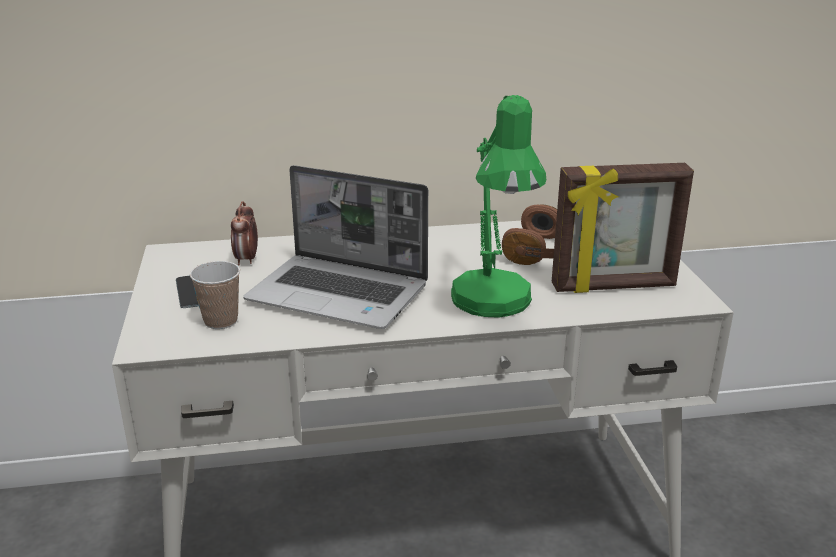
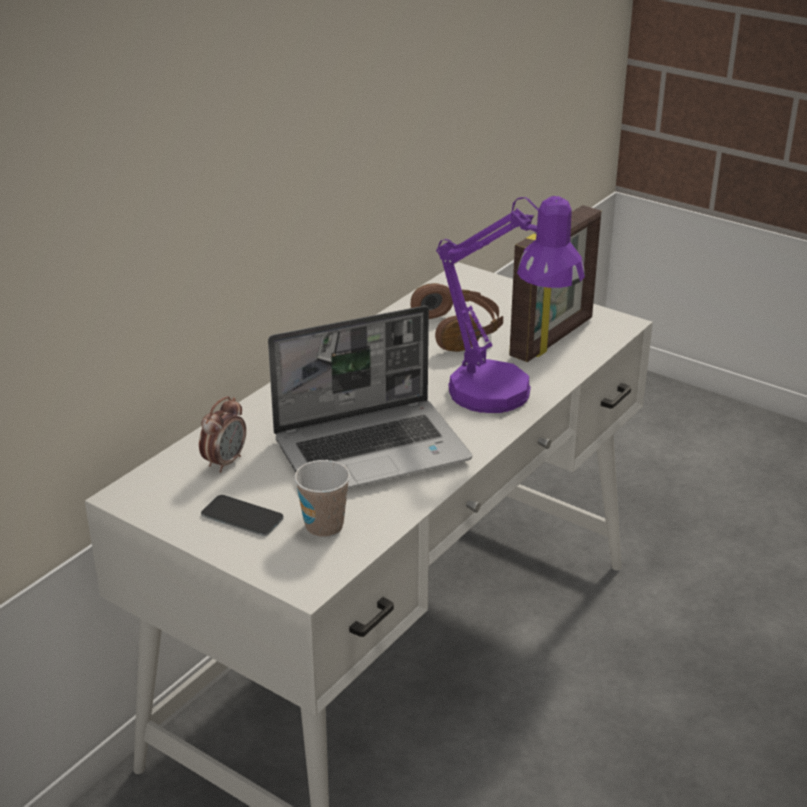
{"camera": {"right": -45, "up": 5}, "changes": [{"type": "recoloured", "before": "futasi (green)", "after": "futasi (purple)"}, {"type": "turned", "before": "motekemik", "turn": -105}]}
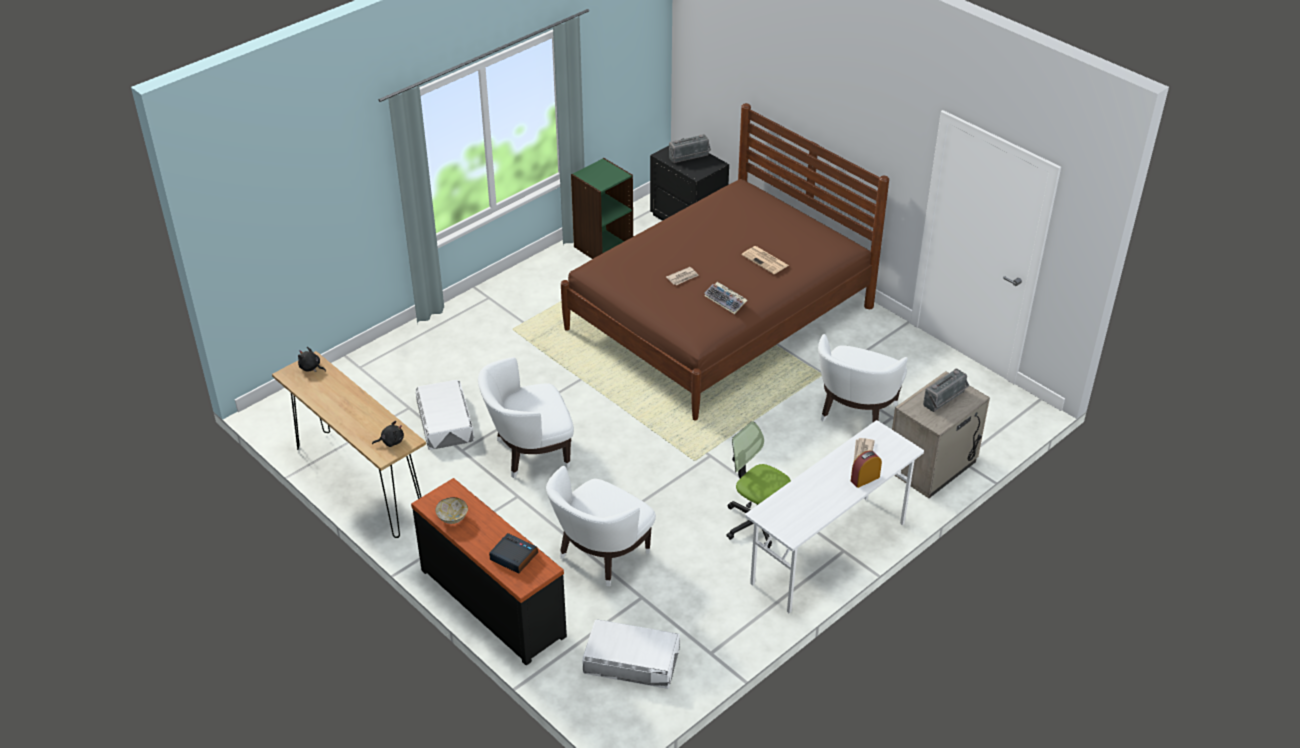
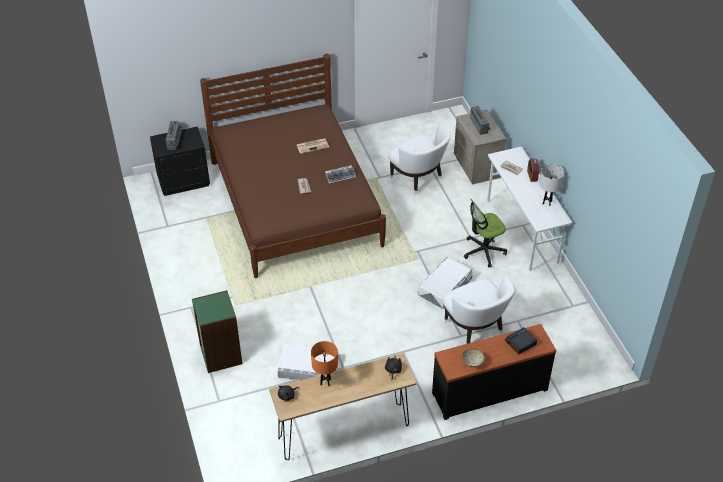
{"camera": {"right": -65, "up": 5}, "changes": [{"type": "moved", "before": "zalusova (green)"}, {"type": "removed", "before": "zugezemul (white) (1st from left)"}, {"type": "moved", "before": "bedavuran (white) (2nd from left)"}, {"type": "added", "after": "futasi (white)"}, {"type": "added", "after": "futasi (orange)"}]}
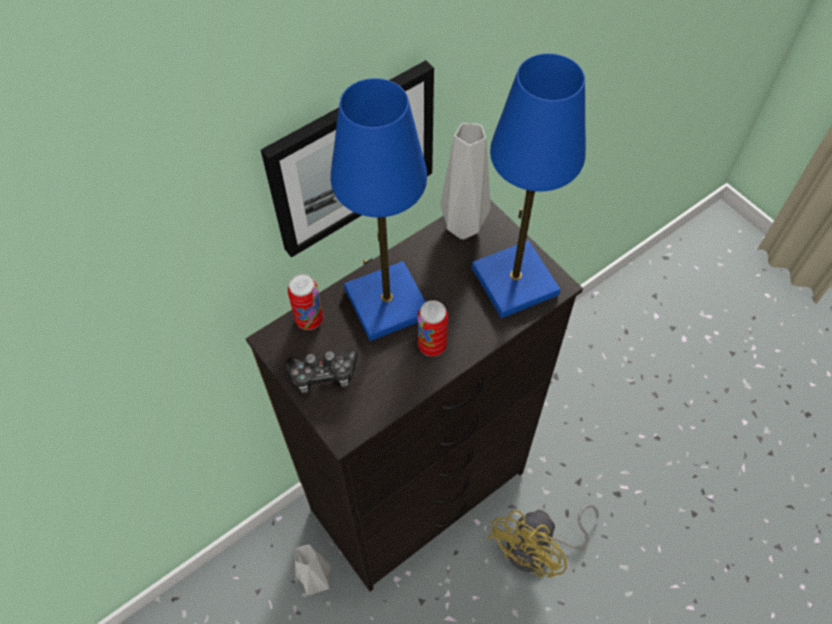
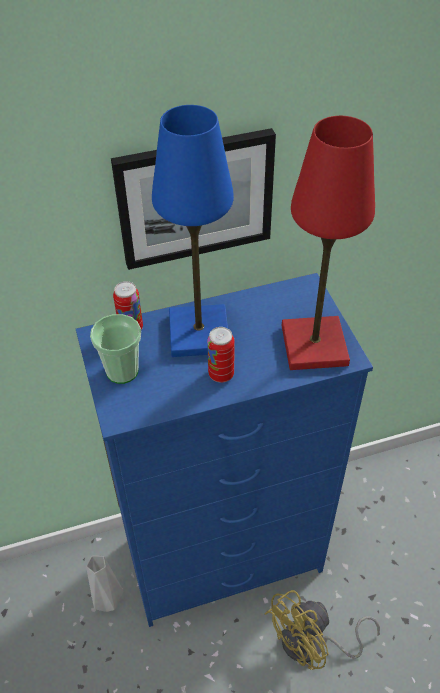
{"camera": {"right": 20, "up": -10}, "changes": [{"type": "recoloured", "before": "futasi (blue) (2nd from left)", "after": "futasi (red)"}, {"type": "removed", "before": "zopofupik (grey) (2nd from left)"}, {"type": "recoloured", "before": "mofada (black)", "after": "mofada (blue)"}, {"type": "replaced", "before": "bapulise", "after": "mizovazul"}]}
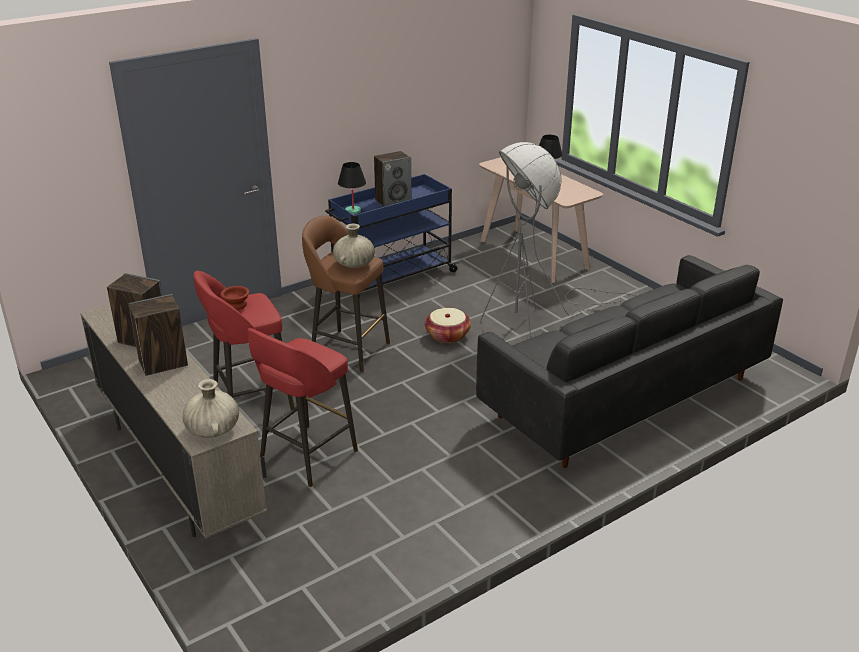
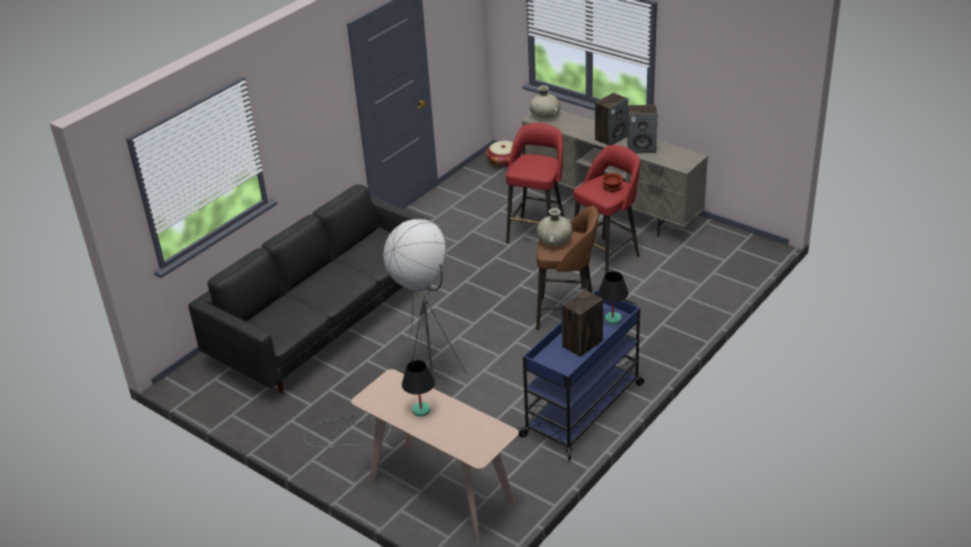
{"camera": {"right": 165, "up": 5}, "changes": [{"type": "moved", "before": "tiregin"}]}
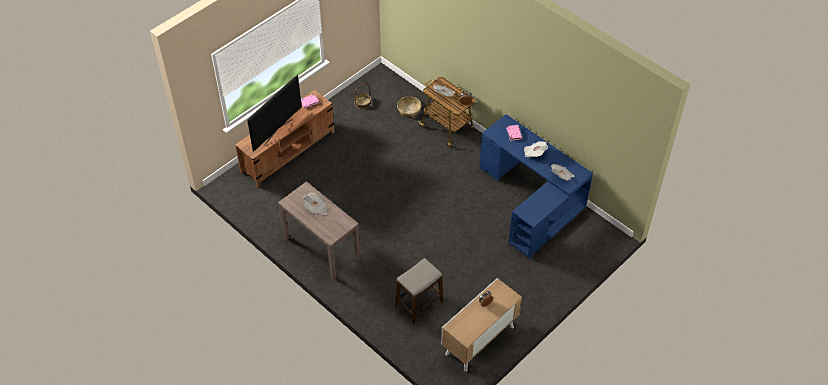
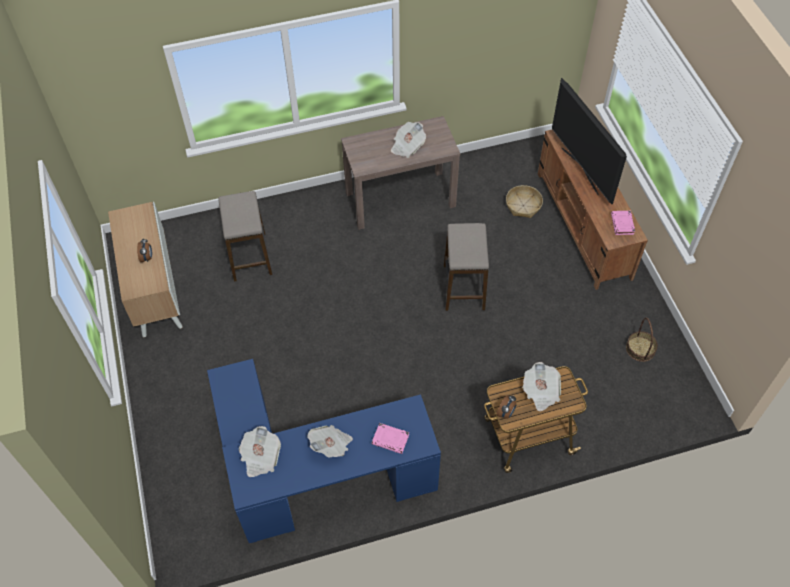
{"camera": {"right": 120, "up": 5}, "changes": [{"type": "moved", "before": "tiregin (2nd from left in the first image)", "after": "tiregin (1st from left)"}, {"type": "added", "after": "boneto (2nd from left)"}]}
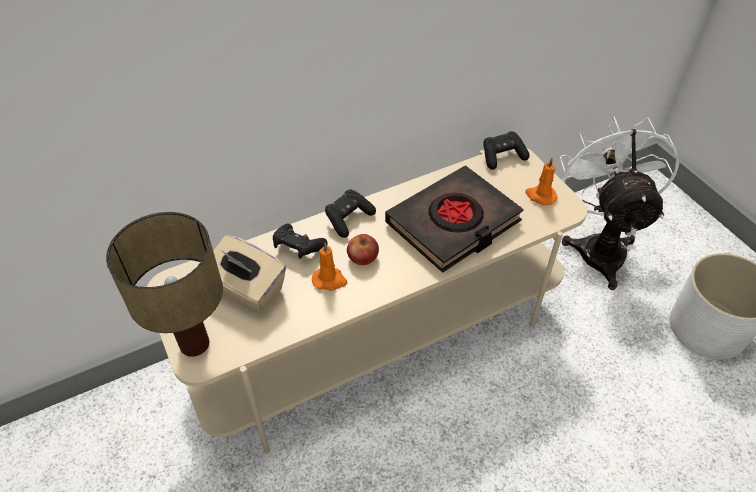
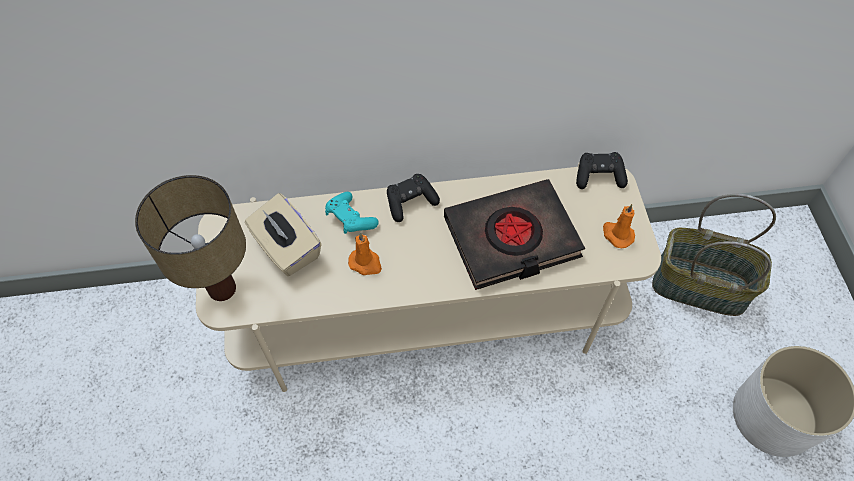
{"camera": {"right": 20, "up": 10}, "changes": [{"type": "replaced", "before": "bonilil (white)", "after": "tiregin"}, {"type": "recoloured", "before": "bapulise (black) (1st from left)", "after": "bapulise (turquoise)"}, {"type": "removed", "before": "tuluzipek"}]}
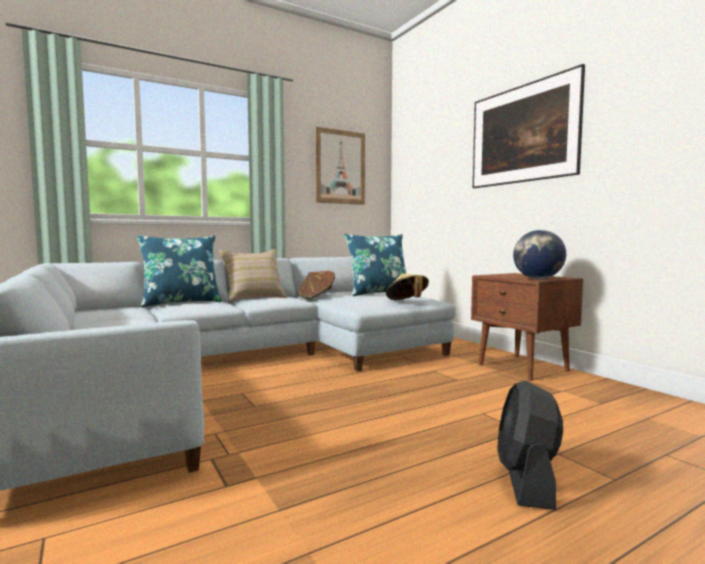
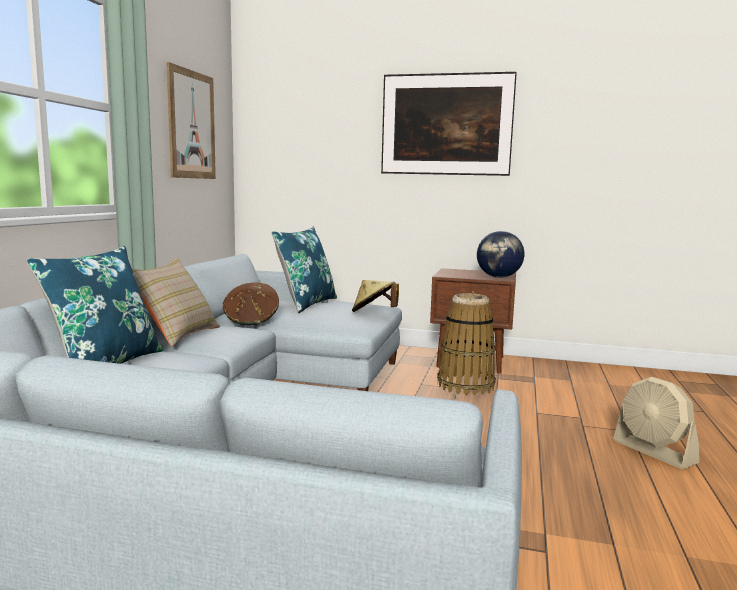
{"camera": {"right": -45, "up": 5}, "changes": [{"type": "recoloured", "before": "bonilil (black)", "after": "bonilil (beige)"}, {"type": "added", "after": "tiregin"}]}
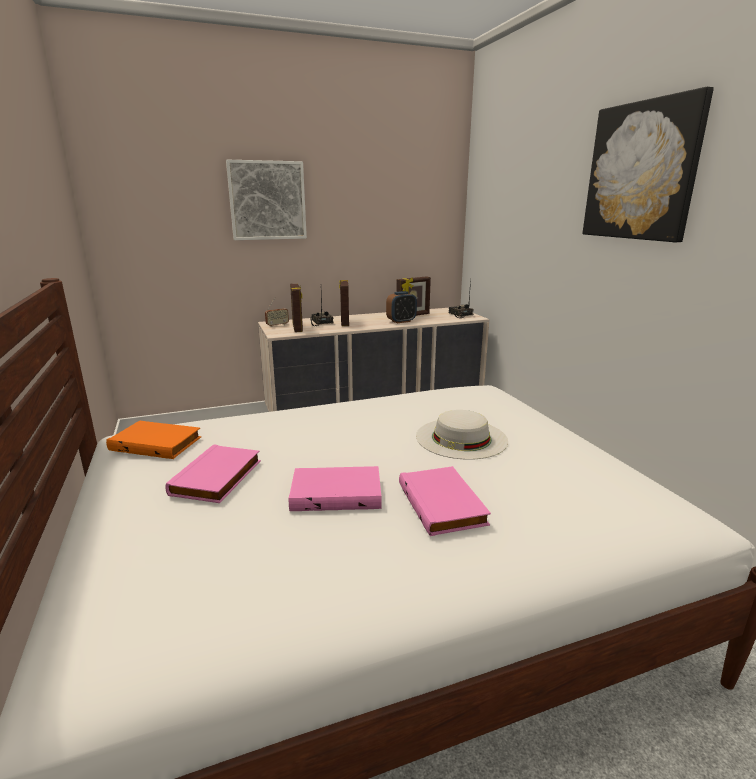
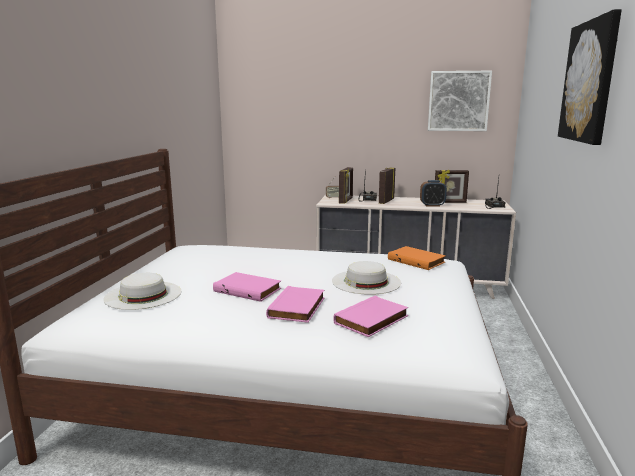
{"camera": {"right": 30, "up": -5}, "changes": [{"type": "moved", "before": "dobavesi (1st from left)"}, {"type": "moved", "before": "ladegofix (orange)"}, {"type": "moved", "before": "ladegofix (pink) (1st from left in the first image)", "after": "ladegofix (pink) (3rd from left)"}, {"type": "added", "after": "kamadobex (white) (1st from left)"}]}
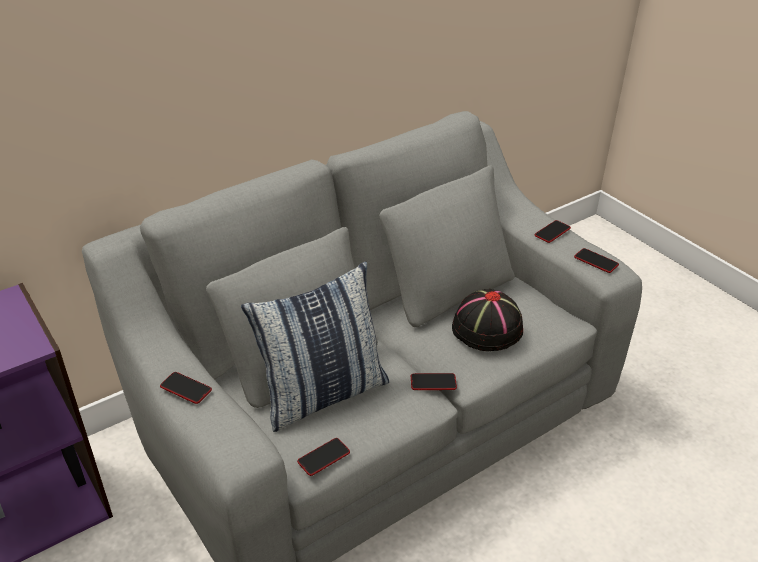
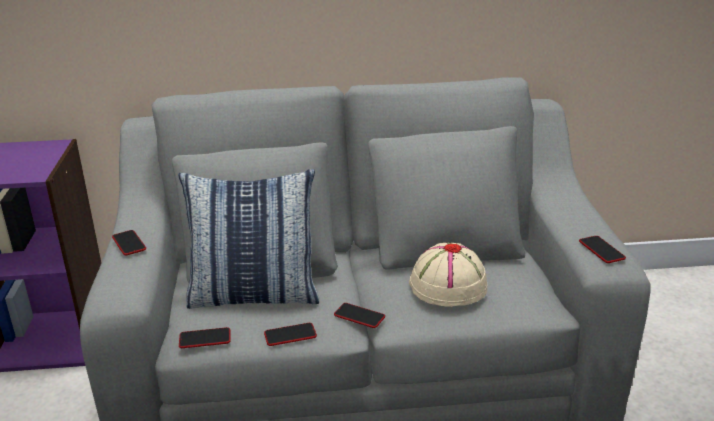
{"camera": {"right": 30, "up": -10}, "changes": [{"type": "moved", "before": "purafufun (4th from left in the first image)", "after": "purafufun (3rd from left)"}, {"type": "recoloured", "before": "kamadobex (black)", "after": "kamadobex (beige)"}]}
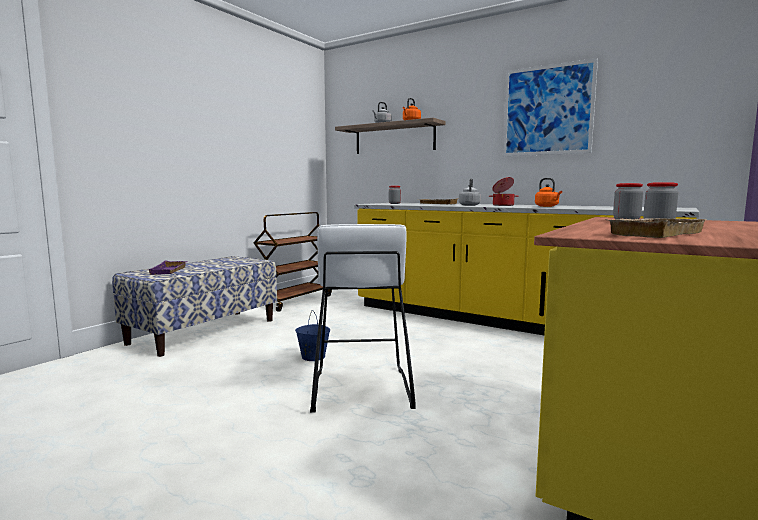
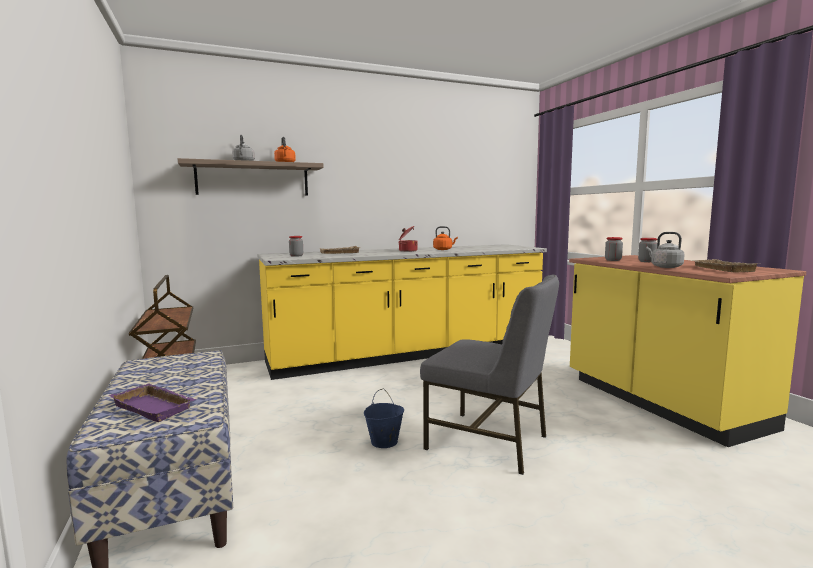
{"camera": {"right": -55, "up": 0}, "changes": [{"type": "removed", "before": "dobavesi"}, {"type": "moved", "before": "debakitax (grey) (2nd from left)"}, {"type": "replaced", "before": "boneto (white)", "after": "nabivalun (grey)"}]}
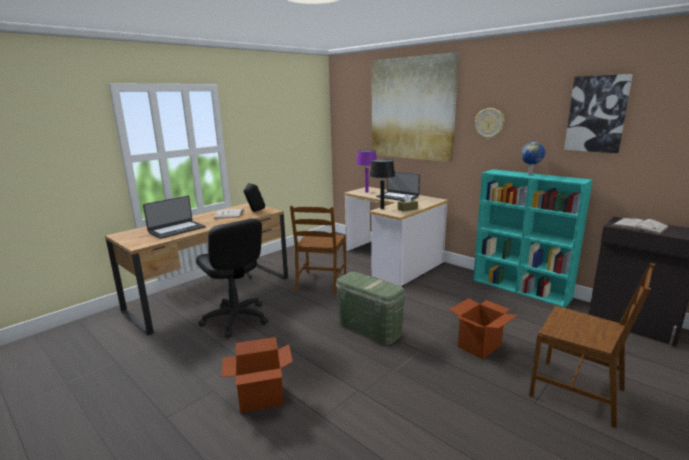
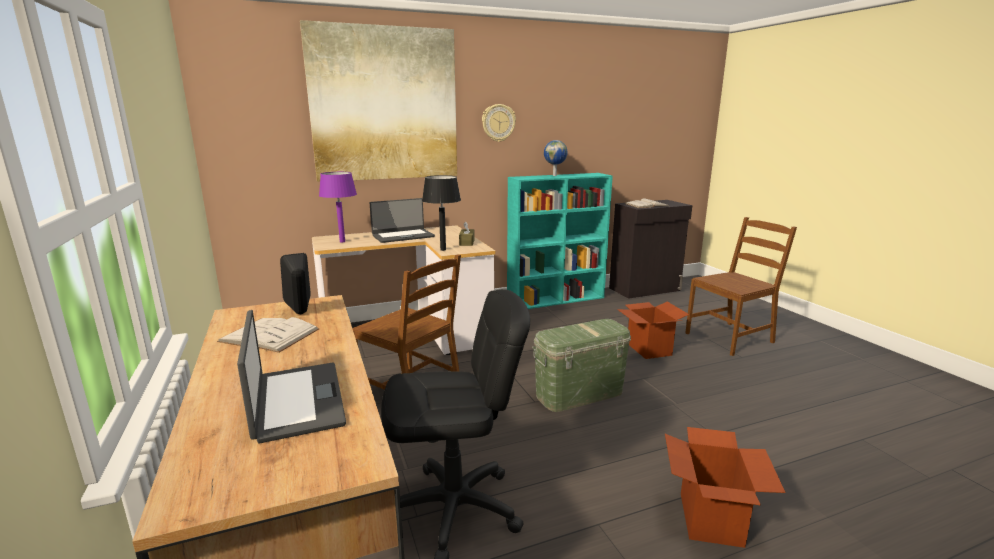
{"camera": {"right": -65, "up": 0}, "changes": [{"type": "removed", "before": "dobavesi (2nd from left)"}]}
